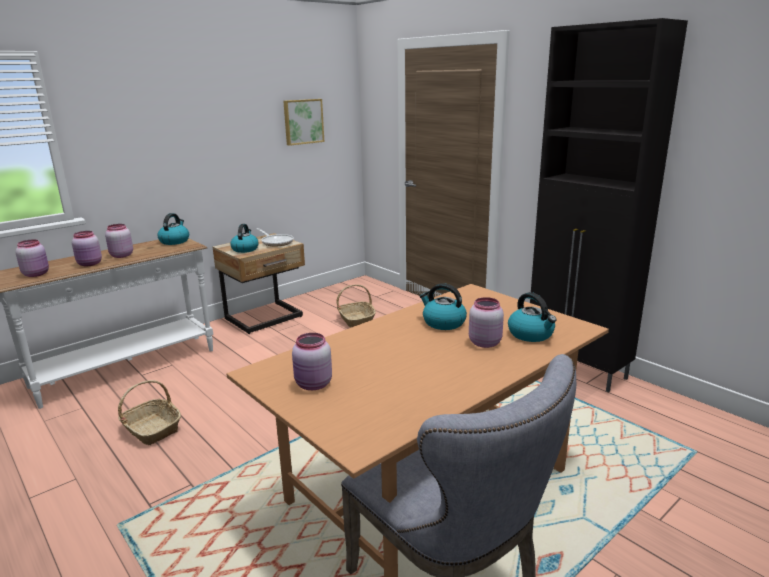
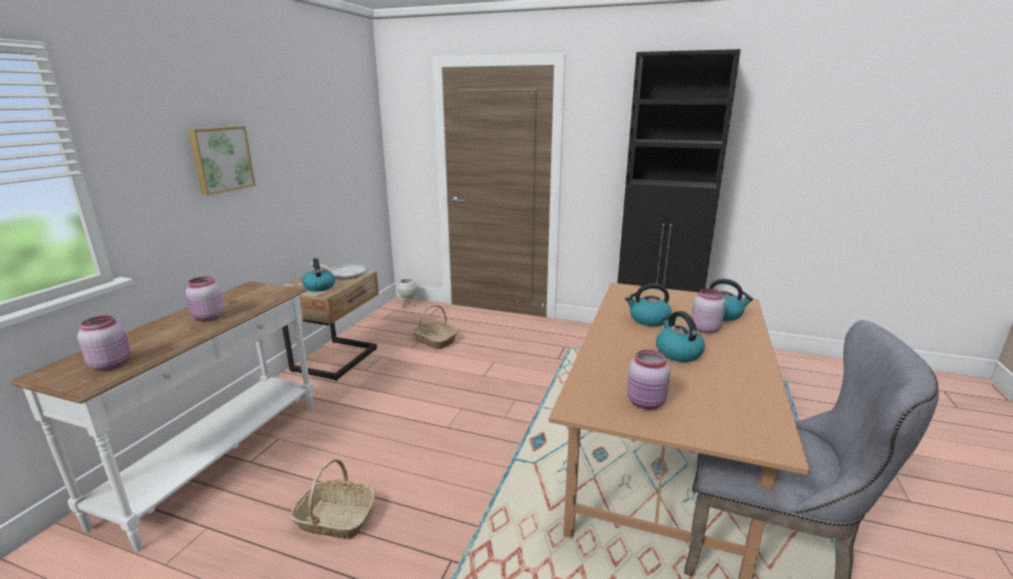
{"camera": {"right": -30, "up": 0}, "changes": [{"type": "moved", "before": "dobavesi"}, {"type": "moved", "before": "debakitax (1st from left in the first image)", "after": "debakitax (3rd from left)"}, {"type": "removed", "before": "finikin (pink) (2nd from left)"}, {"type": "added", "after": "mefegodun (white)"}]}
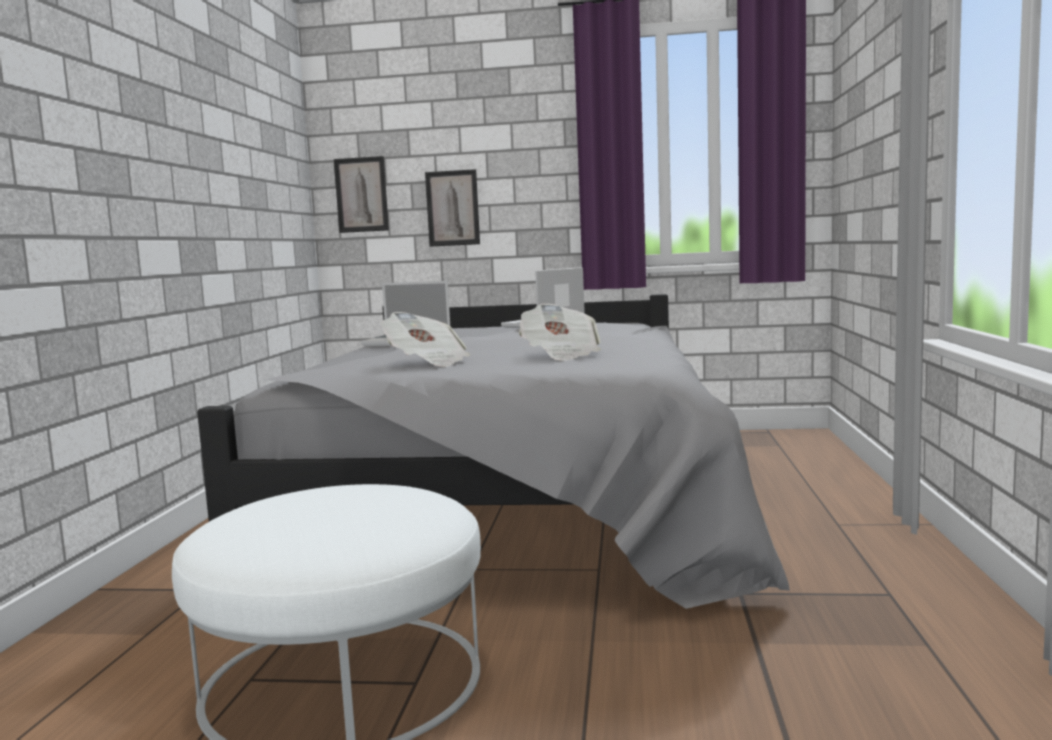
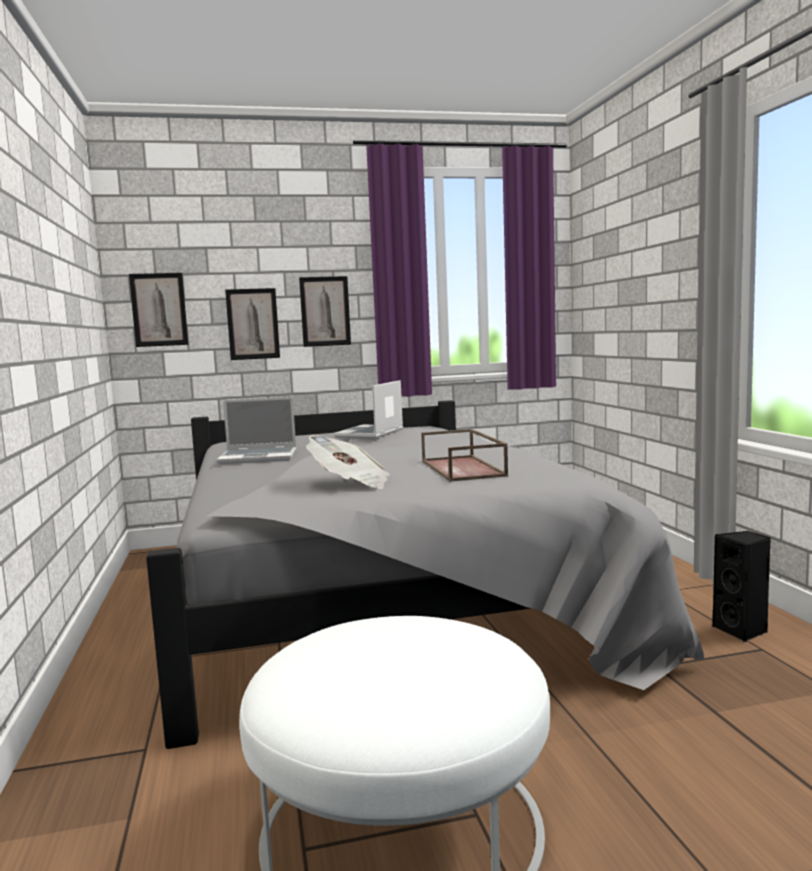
{"camera": {"right": -20, "up": 0}, "changes": [{"type": "replaced", "before": "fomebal (2nd from left)", "after": "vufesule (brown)"}, {"type": "added", "after": "dobavesi (3rd from left)"}, {"type": "added", "after": "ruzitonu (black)"}]}
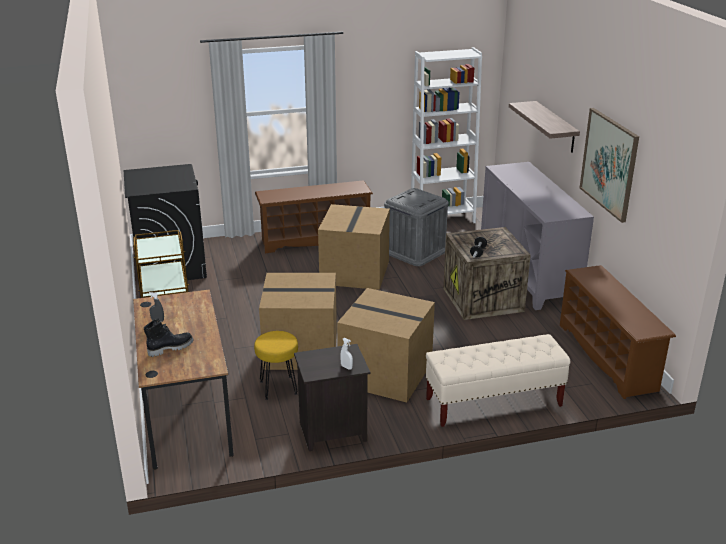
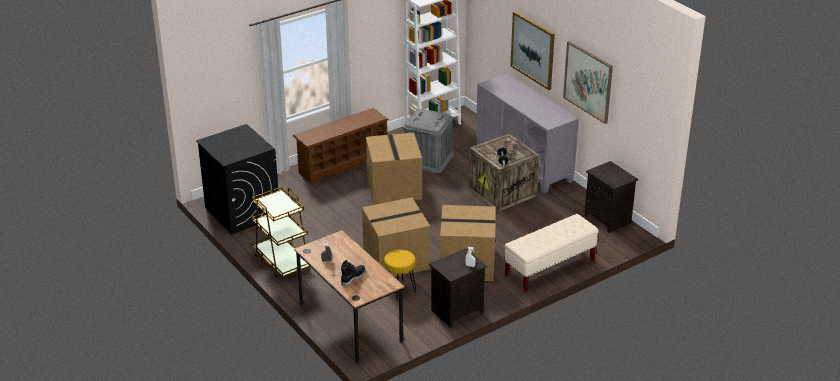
{"camera": {"right": -20, "up": 5}, "changes": [{"type": "replaced", "before": "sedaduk", "after": "dobavesi (1st from left)"}, {"type": "replaced", "before": "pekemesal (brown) (2nd from left)", "after": "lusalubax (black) (2nd from left)"}]}
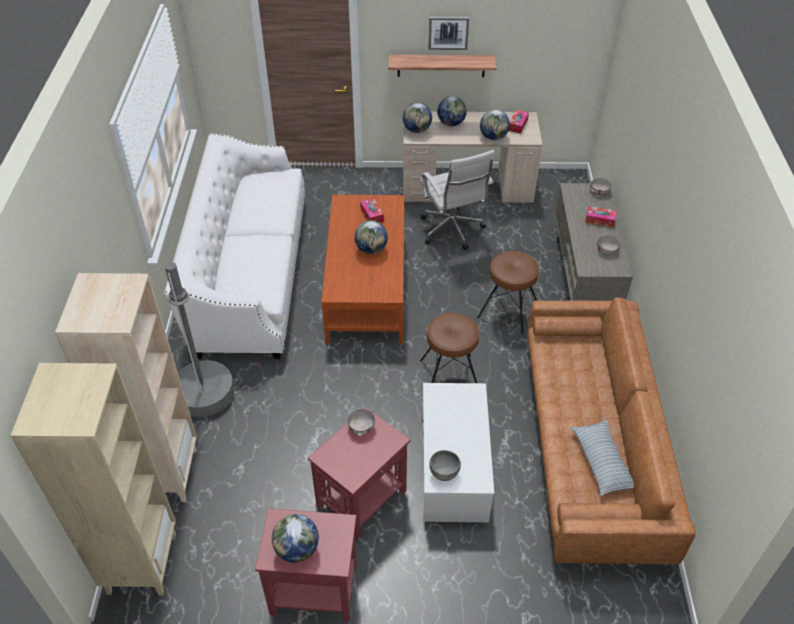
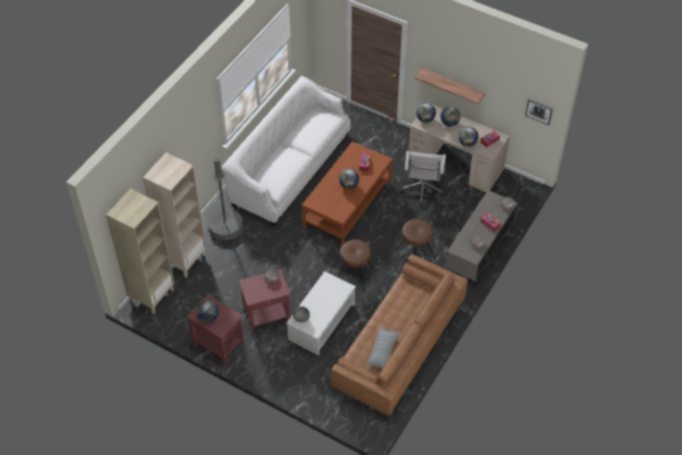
{"camera": {"right": 30, "up": 5}, "changes": [{"type": "moved", "before": "dobavesi"}]}
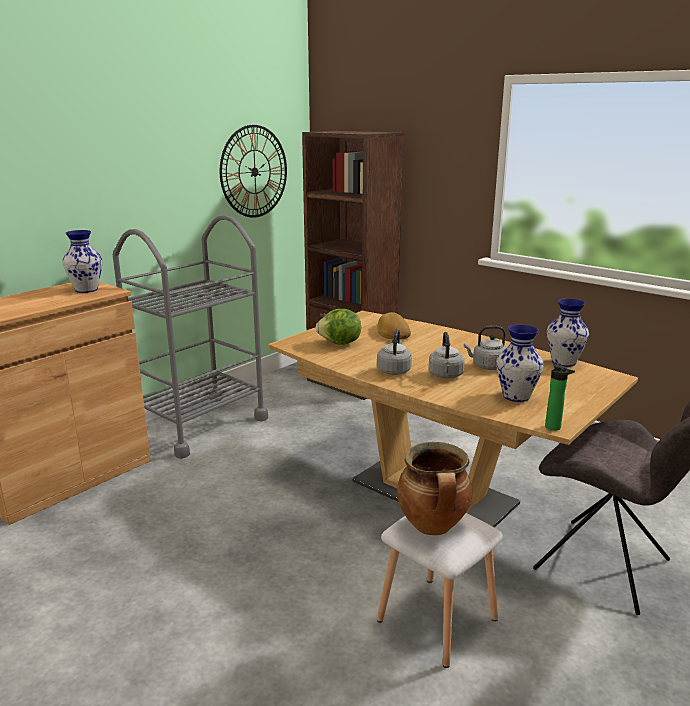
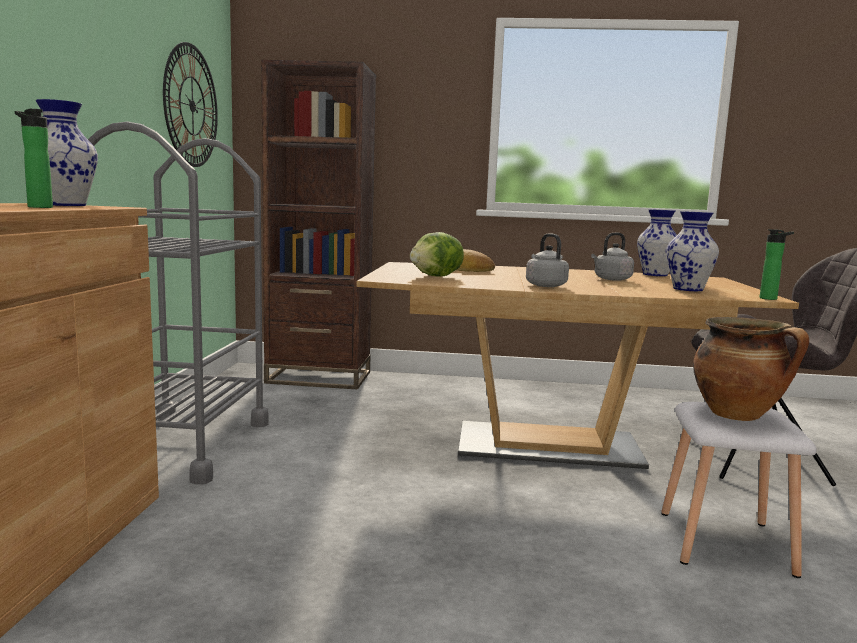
{"camera": {"right": -35, "up": -10}, "changes": [{"type": "removed", "before": "debakitax (grey) (2nd from left)"}, {"type": "added", "after": "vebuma (1st from left)"}]}
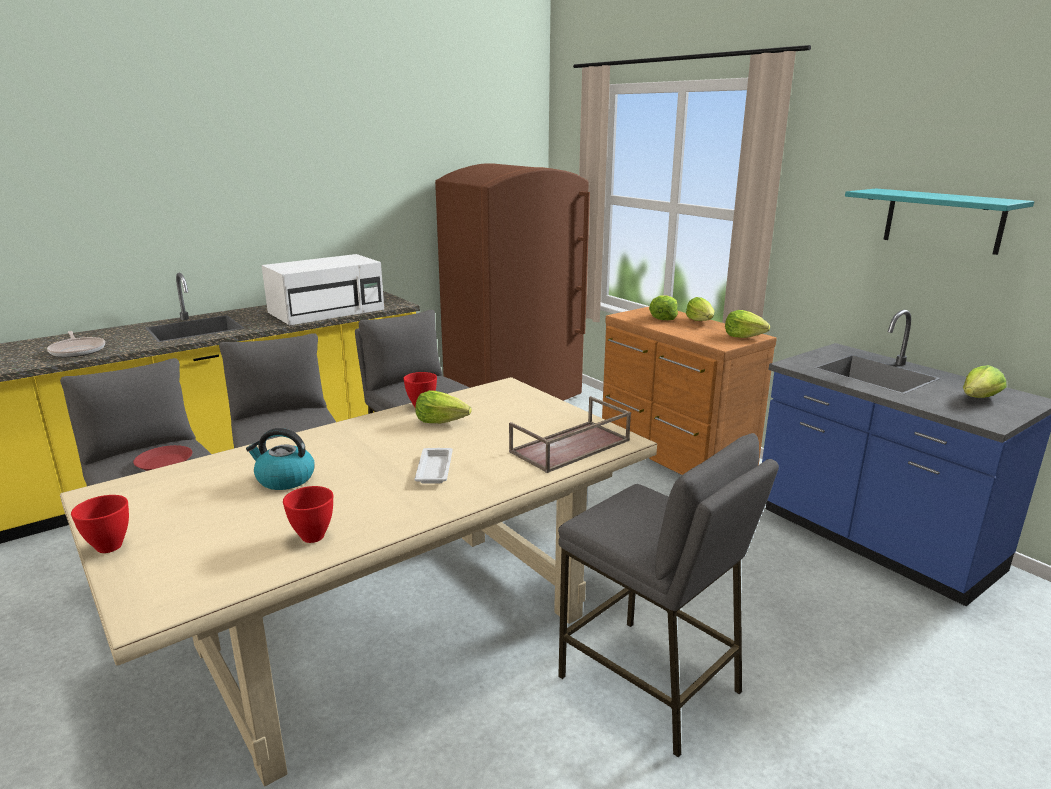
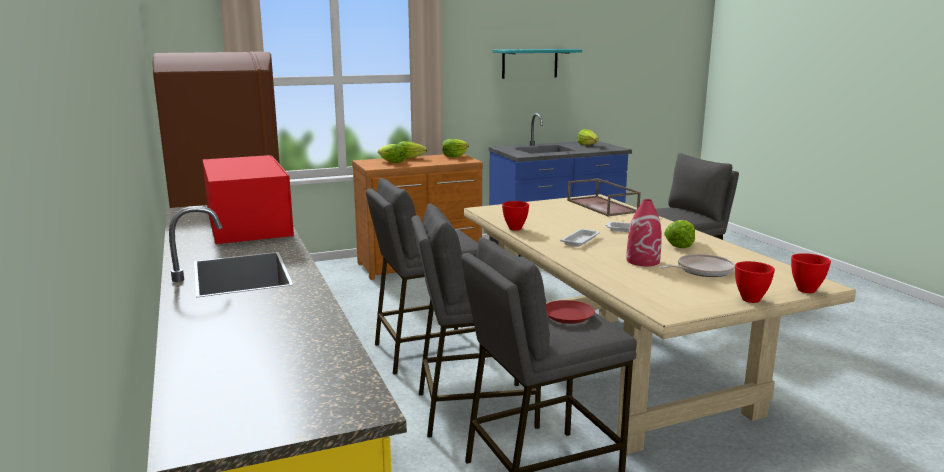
{"camera": {"right": -75, "up": -5}, "changes": [{"type": "recoloured", "before": "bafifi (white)", "after": "bafifi (red)"}, {"type": "moved", "before": "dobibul"}, {"type": "moved", "before": "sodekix (1st from left in the first image)", "after": "sodekix (5th from left)"}, {"type": "replaced", "before": "debakitax", "after": "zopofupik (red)"}, {"type": "moved", "before": "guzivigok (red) (2nd from left in the first image)", "after": "guzivigok (red) (3rd from left)"}, {"type": "added", "after": "vufesule (white) (1st from left)"}]}
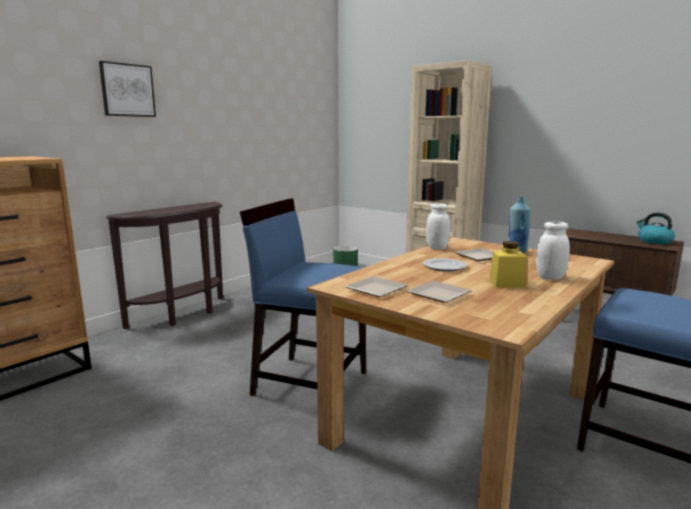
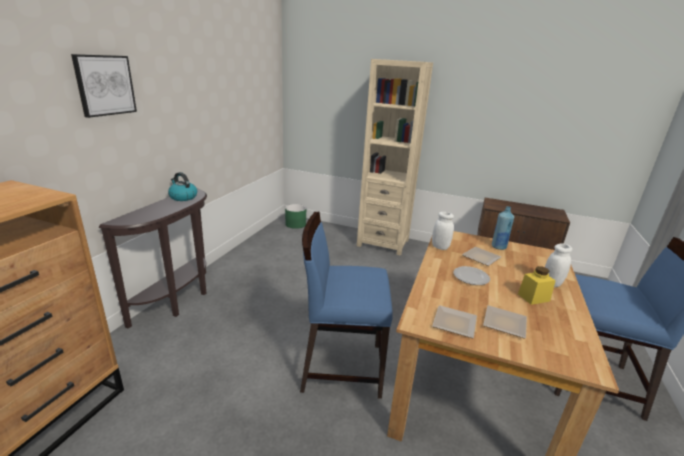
{"camera": {"right": -20, "up": 10}, "changes": [{"type": "moved", "before": "debakitax"}]}
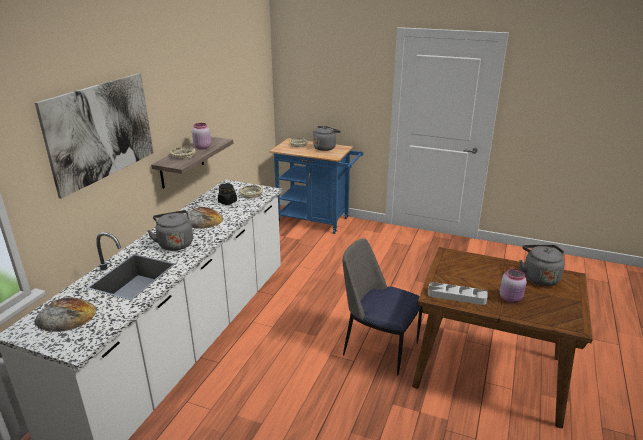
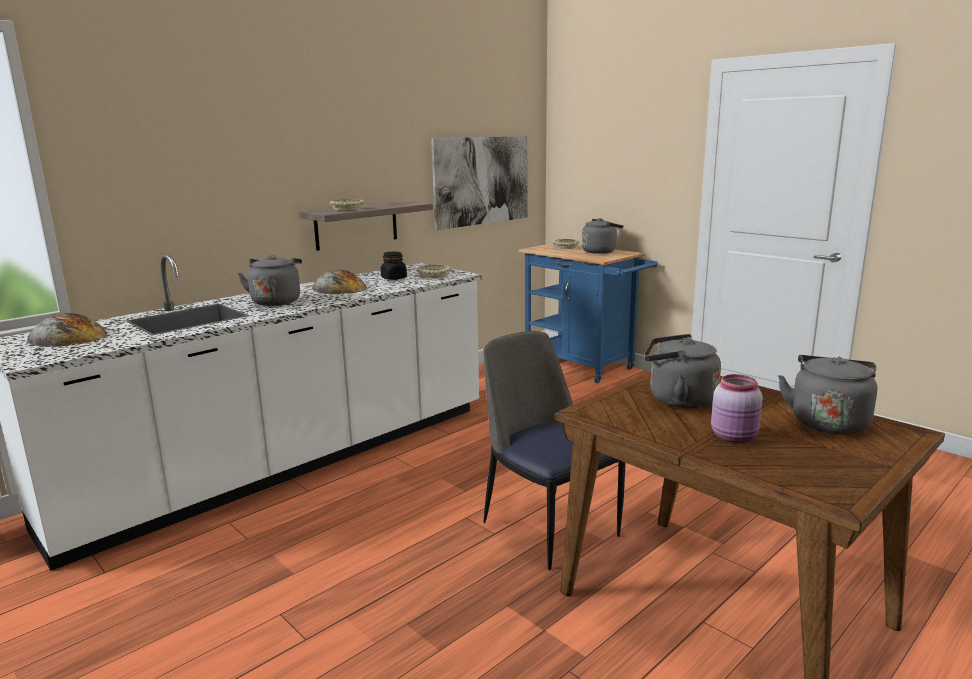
{"camera": {"right": 25, "up": -10}, "changes": [{"type": "moved", "before": "dobavesi"}, {"type": "removed", "before": "finikin (pink) (1st from left)"}, {"type": "removed", "before": "vufesule (grey)"}, {"type": "added", "after": "debakitax (grey) (3rd from left)"}]}
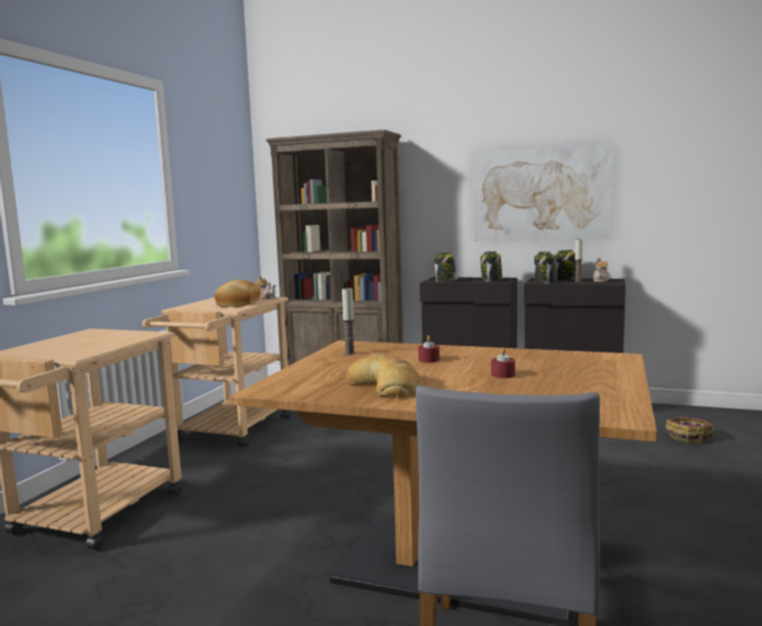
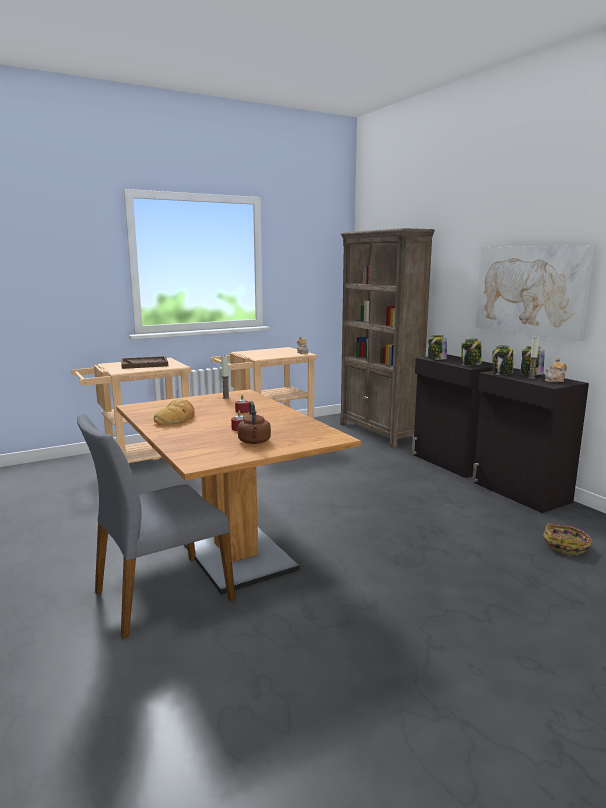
{"camera": {"right": 40, "up": 5}, "changes": [{"type": "removed", "before": "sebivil (1st from left)"}, {"type": "added", "after": "vufesule (brown)"}, {"type": "added", "after": "debakitax (brown)"}]}
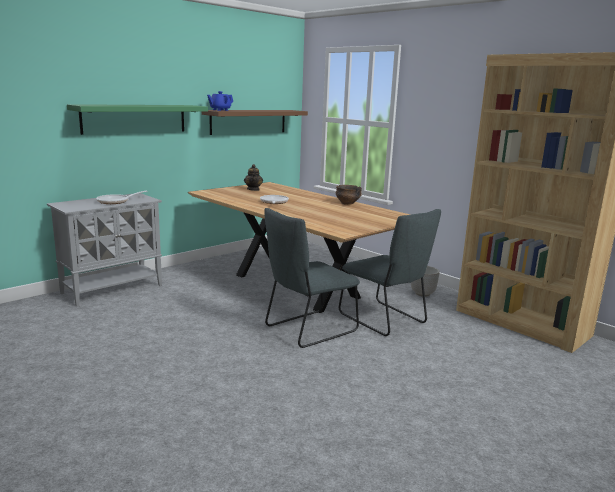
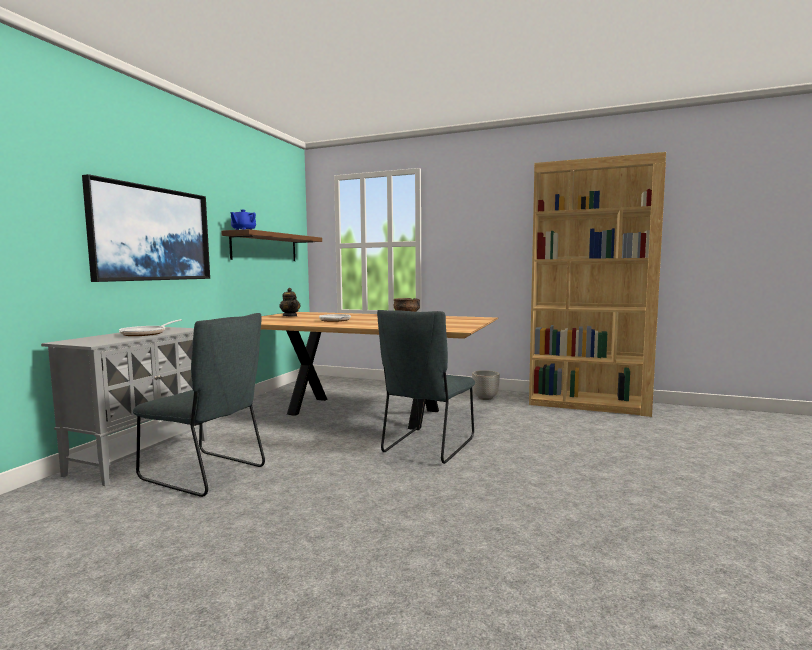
{"camera": {"right": -25, "up": -10}, "changes": [{"type": "replaced", "before": "sedaduk (green)", "after": "dobavesi"}, {"type": "moved", "before": "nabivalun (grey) (2nd from left in the first image)", "after": "nabivalun (grey) (1st from left)"}]}
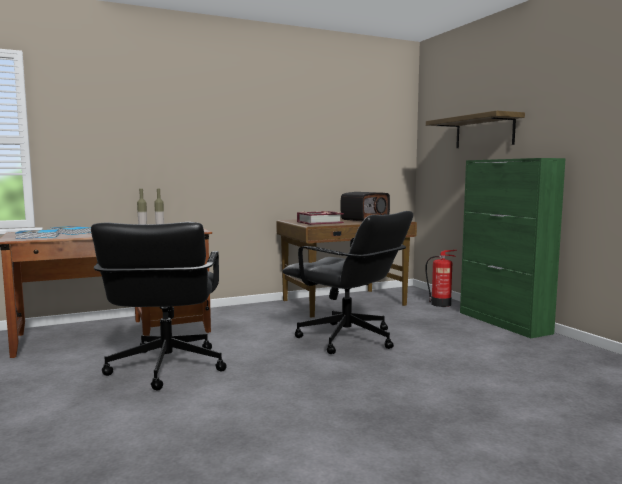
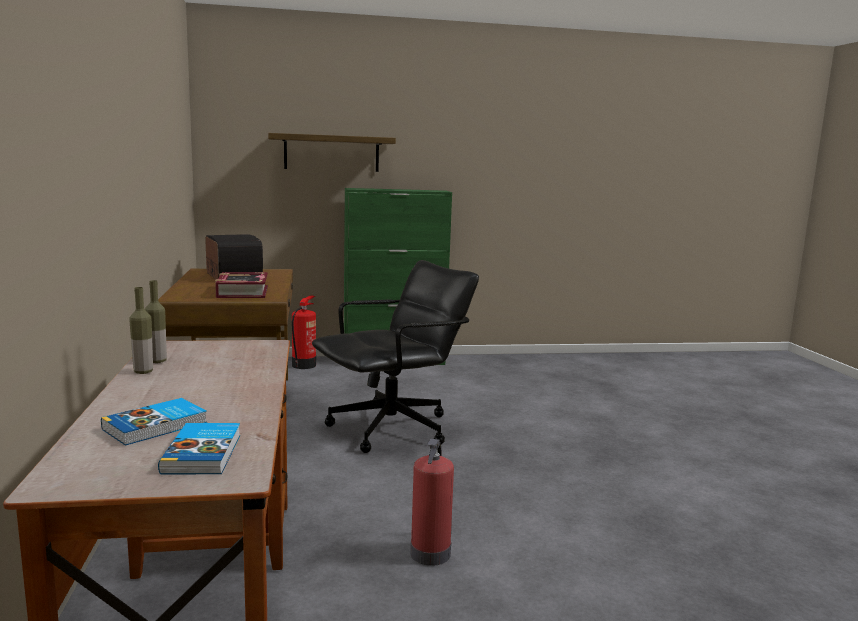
{"camera": {"right": -75, "up": 5}, "changes": [{"type": "replaced", "before": "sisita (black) (1st from left)", "after": "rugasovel (2nd from left)"}]}
